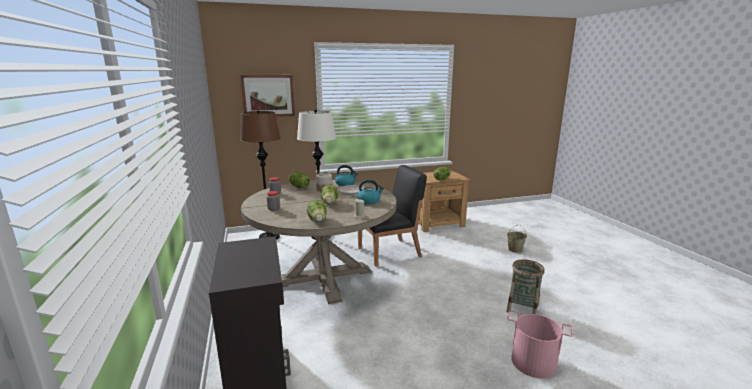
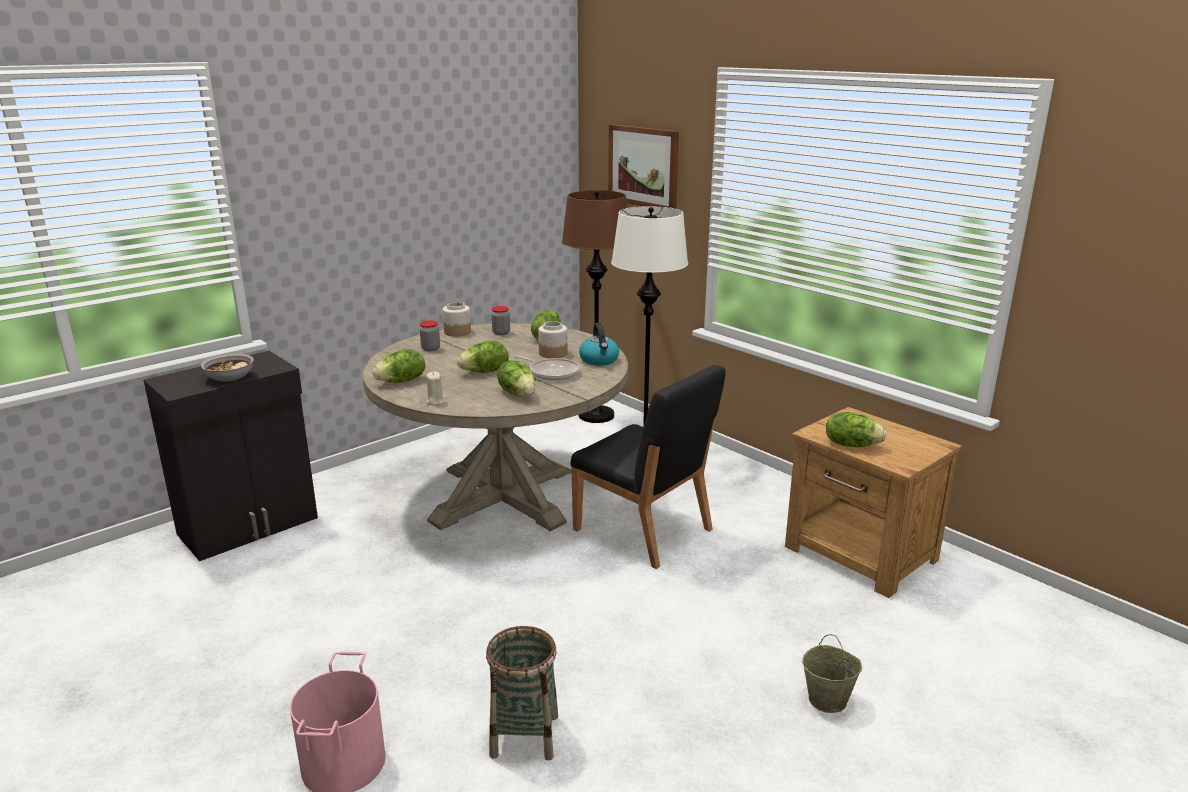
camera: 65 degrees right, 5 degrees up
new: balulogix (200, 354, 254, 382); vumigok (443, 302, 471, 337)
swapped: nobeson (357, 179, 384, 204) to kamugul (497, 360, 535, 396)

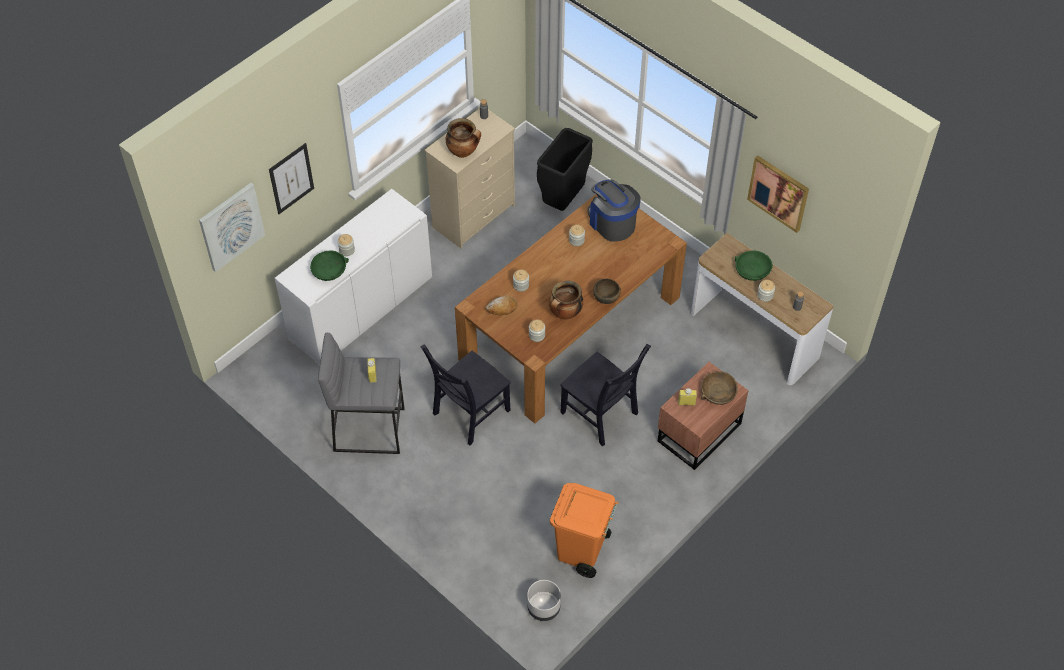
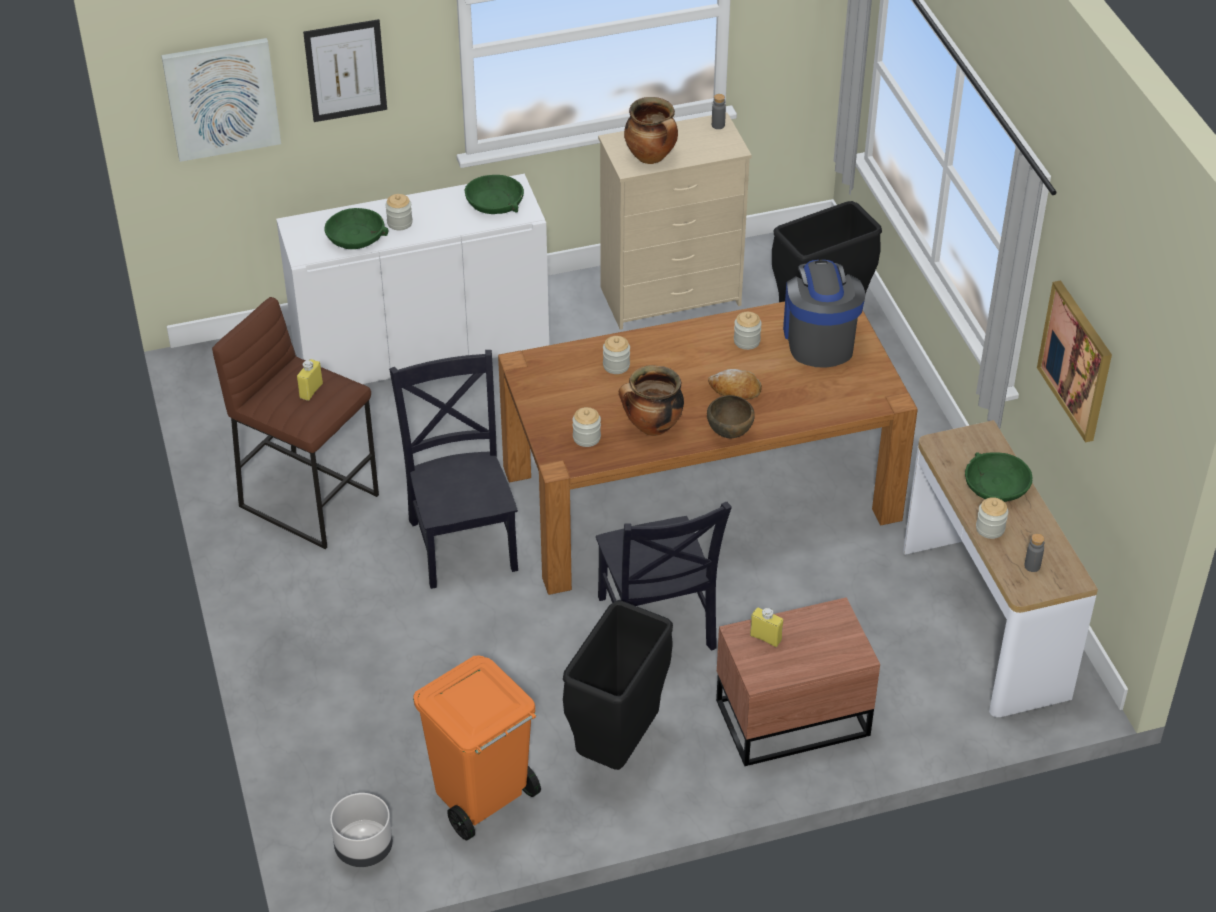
camera: 30 degrees right, 10 degrees down
gone: balulogix (brown) (701, 371, 738, 405)
new: balulogix (green) (465, 175, 524, 214); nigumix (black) (563, 601, 673, 770)
shifted: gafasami (485, 296, 517, 315) to (708, 369, 762, 400)
repainted: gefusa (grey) (318, 333, 405, 454) to gefusa (brown) (212, 297, 379, 549)
rotated: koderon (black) (420, 344, 511, 446) = (389, 350, 518, 589) 90 degrees clockwise

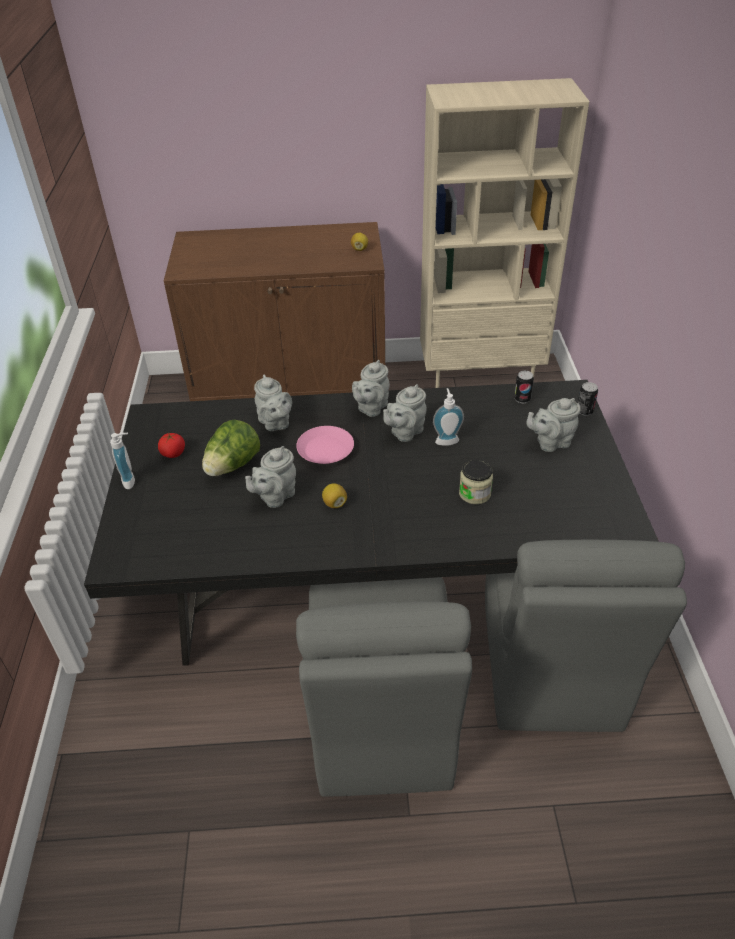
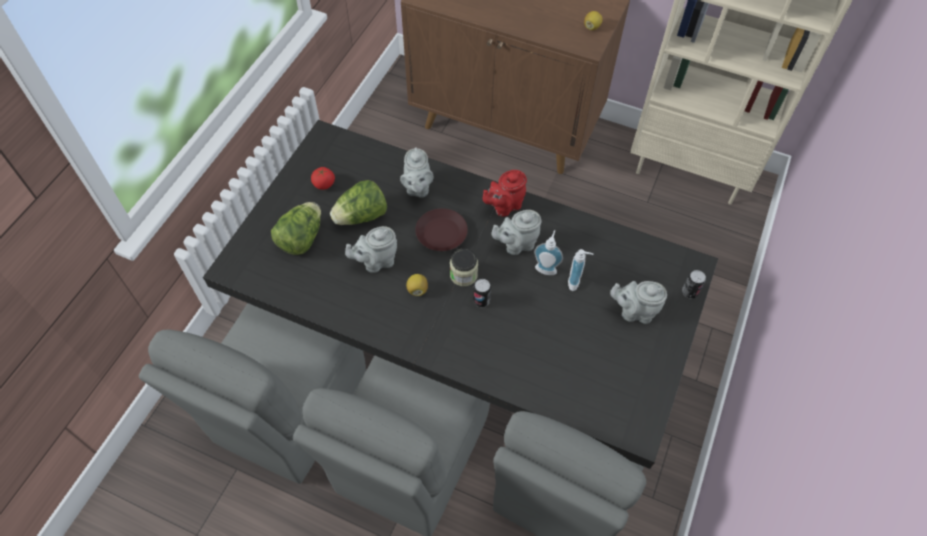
camera: 25 degrees right, 15 degrees up
new: koderon (grey) (139, 303, 366, 484); kamugul (271, 202, 321, 255)
shifted: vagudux (110, 433, 135, 489) to (568, 249, 593, 291); vumigok (459, 460, 493, 504) to (450, 248, 478, 286); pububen (514, 371, 534, 403) to (473, 279, 491, 307)
repainted: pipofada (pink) (296, 426, 354, 464) to pipofada (brown) (415, 208, 468, 251); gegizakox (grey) (352, 360, 390, 417) to gegizakox (red) (483, 170, 527, 217)

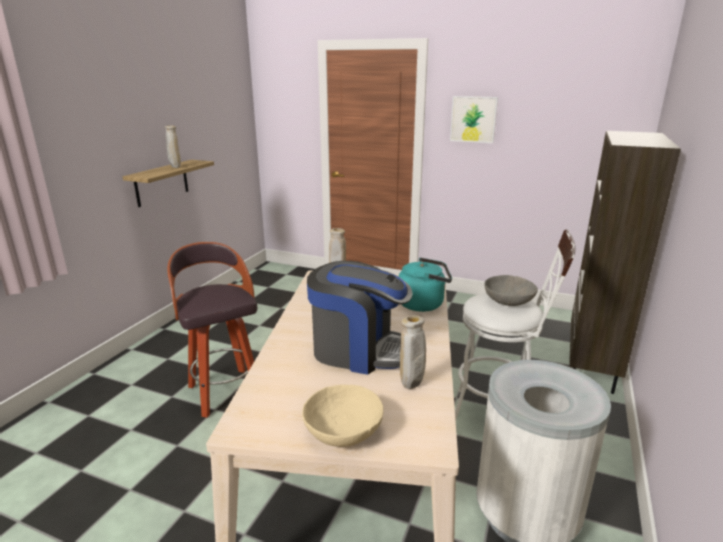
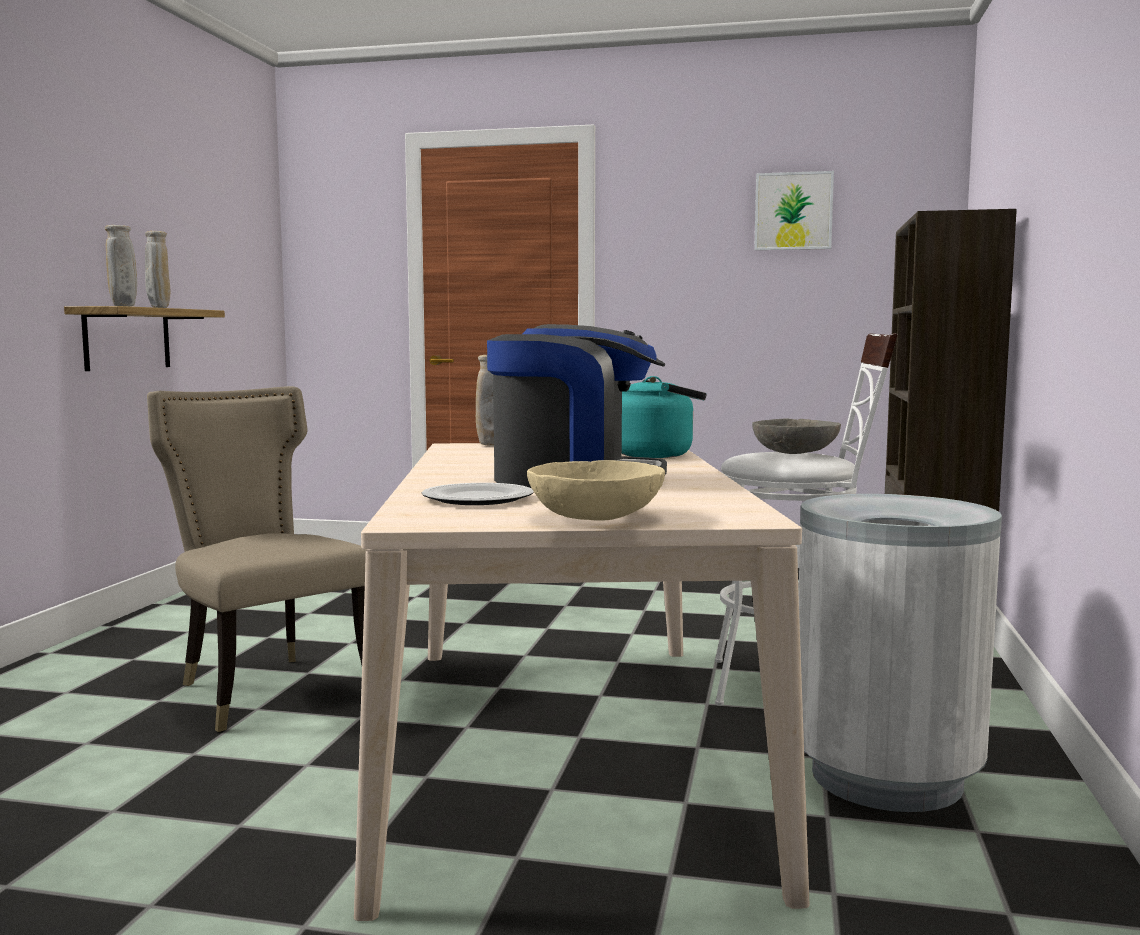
camera: 10 degrees left, 15 degrees down
new: pipofada (422, 483, 534, 505)
shifted: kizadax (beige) (400, 315, 426, 389) to (105, 225, 137, 306); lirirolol (450, 96, 498, 143) to (754, 171, 834, 250)
swapped: gefusa (167, 242, 257, 418) to koderon (beige) (147, 386, 367, 732)

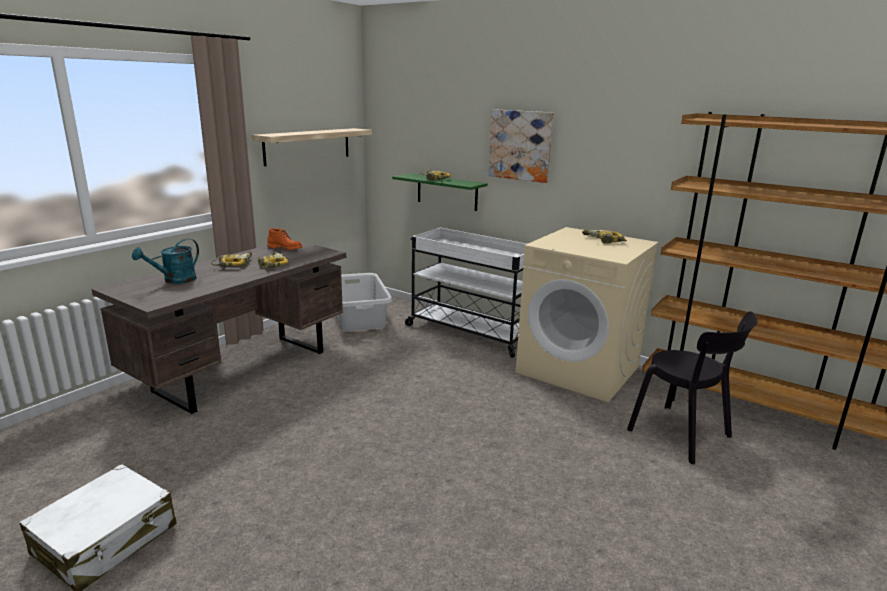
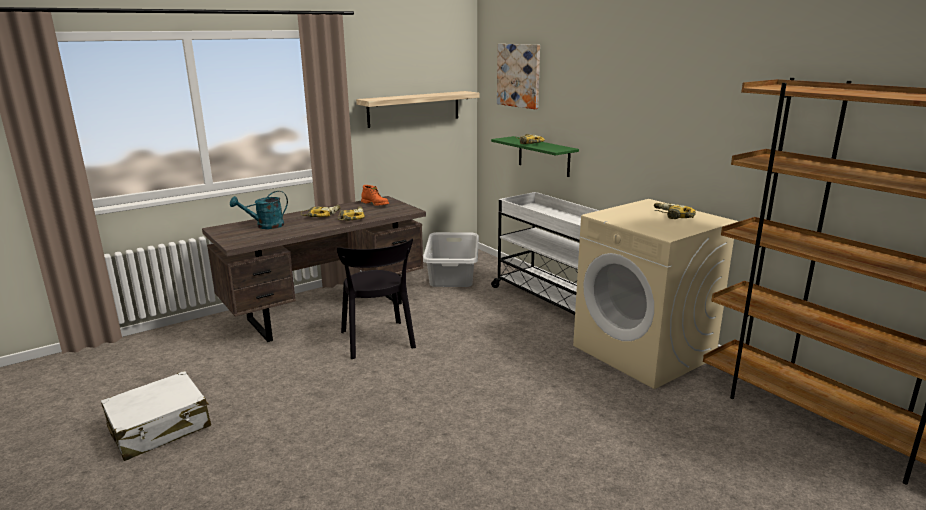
camera: 20 degrees right, 0 degrees up
shifted: lirirolol (488, 109, 554, 183) to (497, 44, 540, 109); koderon (black) (627, 311, 758, 464) to (337, 239, 416, 359)

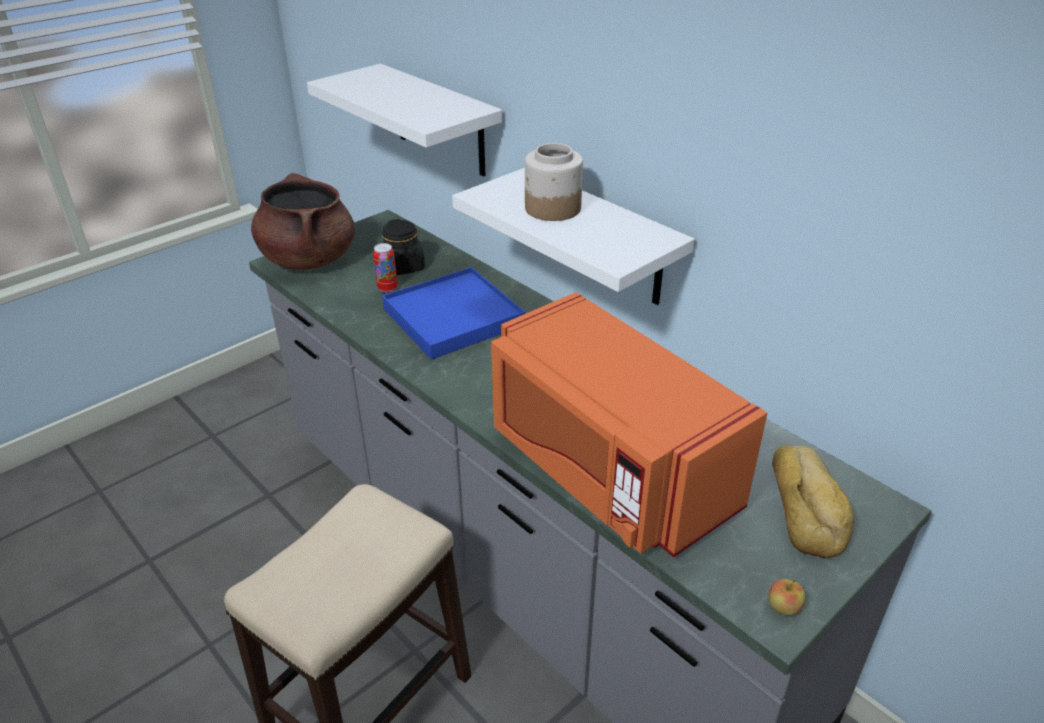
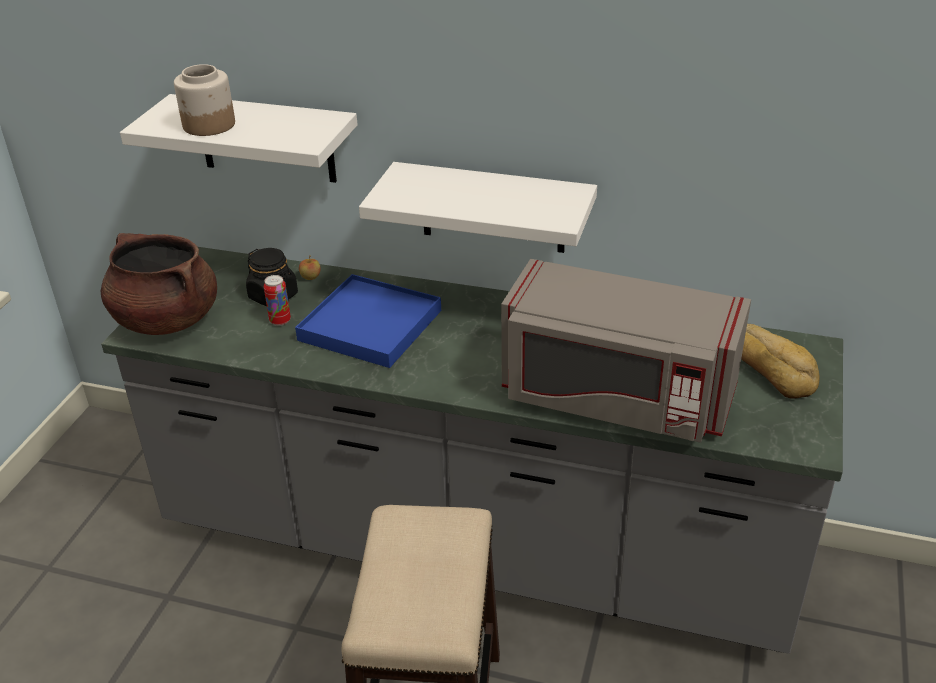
camera: 30 degrees left, 0 degrees up
shifted: vumigok (525, 143, 583, 221) to (174, 64, 235, 136); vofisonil (769, 579, 805, 616) to (299, 255, 321, 280)
repainted: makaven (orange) (491, 292, 767, 557) to makaven (grey) (501, 259, 751, 443)

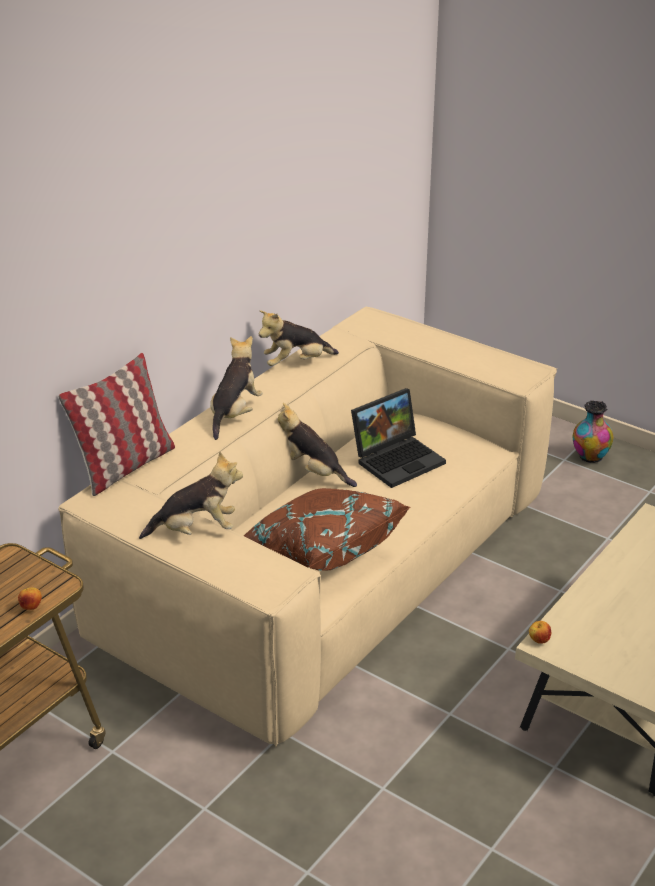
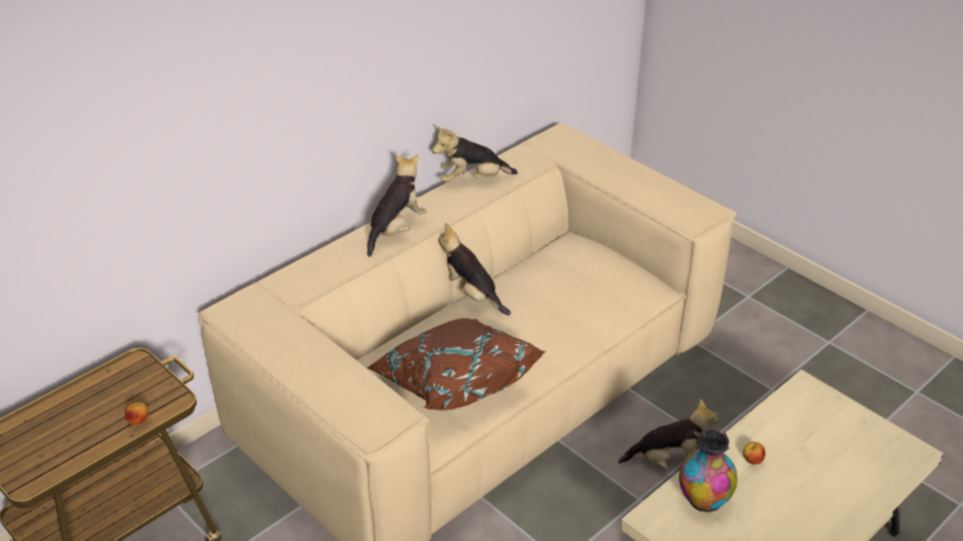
camera: 10 degrees right, 5 degrees up
gone: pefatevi (58, 353, 175, 496); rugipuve (351, 388, 446, 488)
shifted: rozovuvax (139, 451, 243, 539) to (618, 399, 718, 469); vofisonil (529, 621, 551, 644) to (743, 442, 765, 465); kizadax (573, 401, 613, 463) to (679, 429, 737, 512)

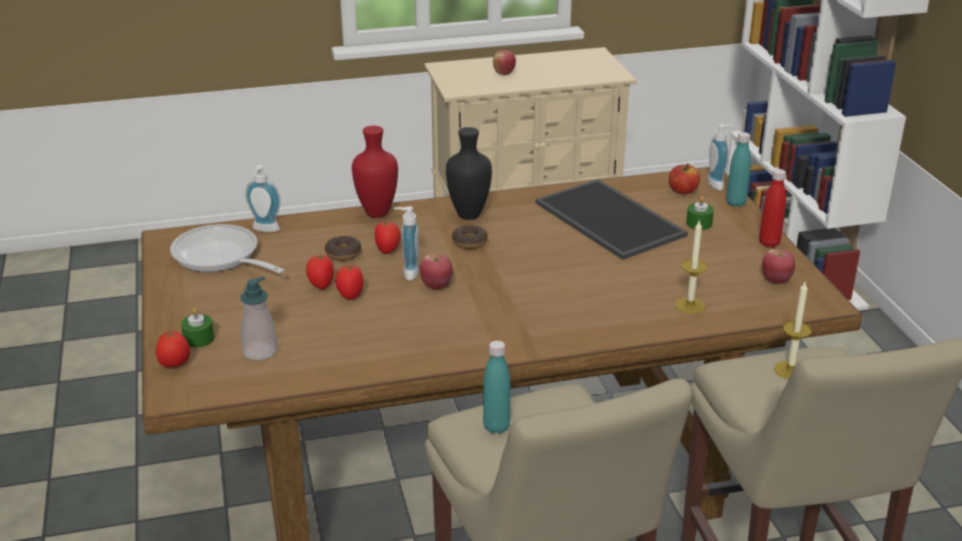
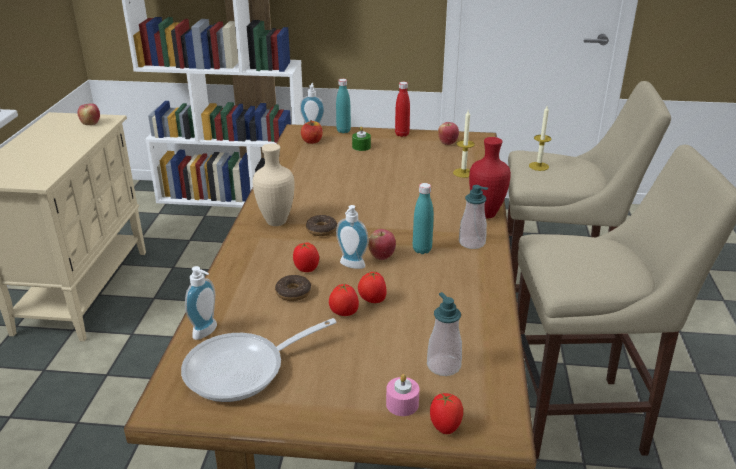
camera: 70 degrees left, 0 degrees up
gone: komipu (536, 179, 688, 260)
new: vagudux (459, 185, 488, 249)
shifted: kizadax (red) (352, 126, 398, 218) to (469, 137, 511, 219); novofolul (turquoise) (483, 340, 510, 434) to (413, 183, 434, 254); vofisonil (493, 50, 516, 75) to (78, 103, 100, 125)
repainted: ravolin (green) (181, 308, 214, 348) to ravolin (pink) (386, 374, 419, 416); kizadax (black) (446, 127, 492, 220) to kizadax (beige) (253, 143, 294, 226)

